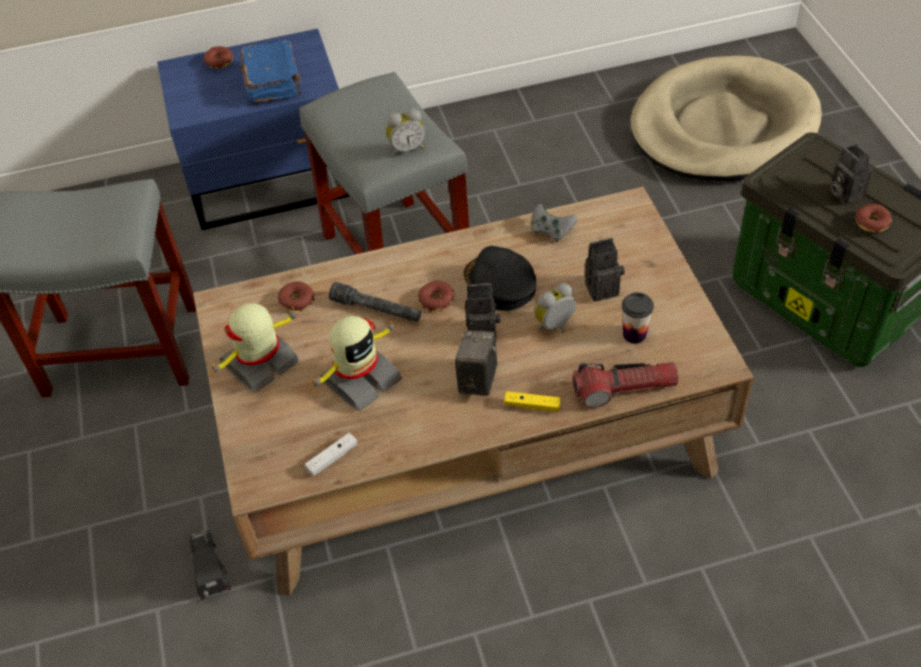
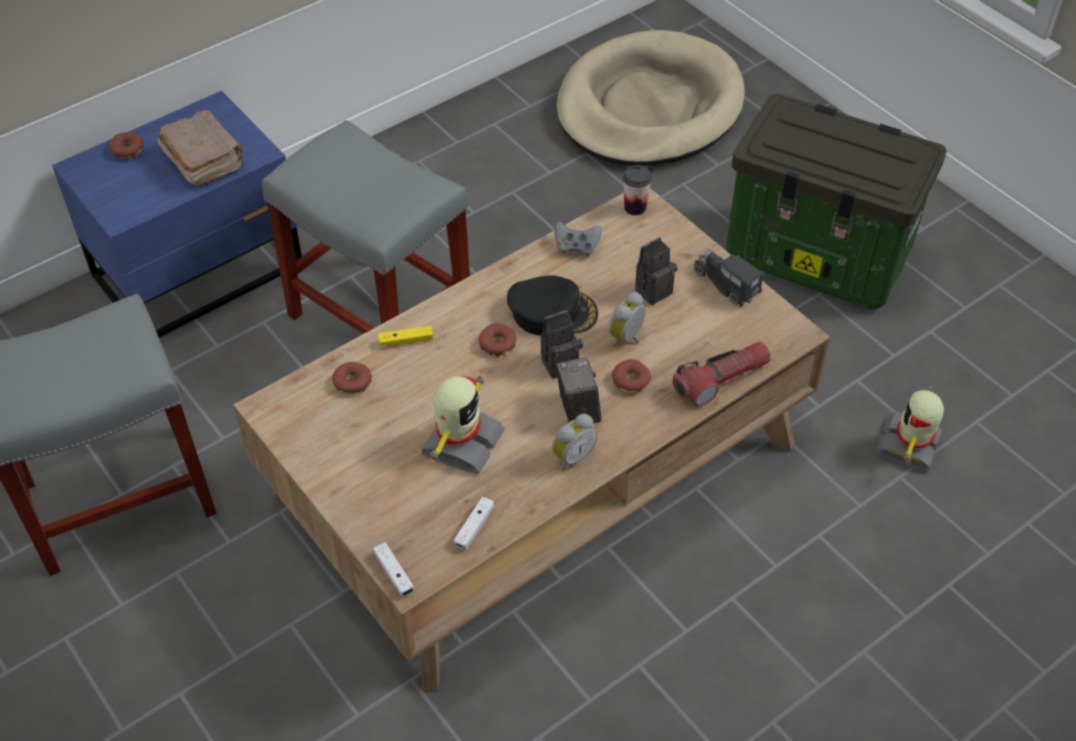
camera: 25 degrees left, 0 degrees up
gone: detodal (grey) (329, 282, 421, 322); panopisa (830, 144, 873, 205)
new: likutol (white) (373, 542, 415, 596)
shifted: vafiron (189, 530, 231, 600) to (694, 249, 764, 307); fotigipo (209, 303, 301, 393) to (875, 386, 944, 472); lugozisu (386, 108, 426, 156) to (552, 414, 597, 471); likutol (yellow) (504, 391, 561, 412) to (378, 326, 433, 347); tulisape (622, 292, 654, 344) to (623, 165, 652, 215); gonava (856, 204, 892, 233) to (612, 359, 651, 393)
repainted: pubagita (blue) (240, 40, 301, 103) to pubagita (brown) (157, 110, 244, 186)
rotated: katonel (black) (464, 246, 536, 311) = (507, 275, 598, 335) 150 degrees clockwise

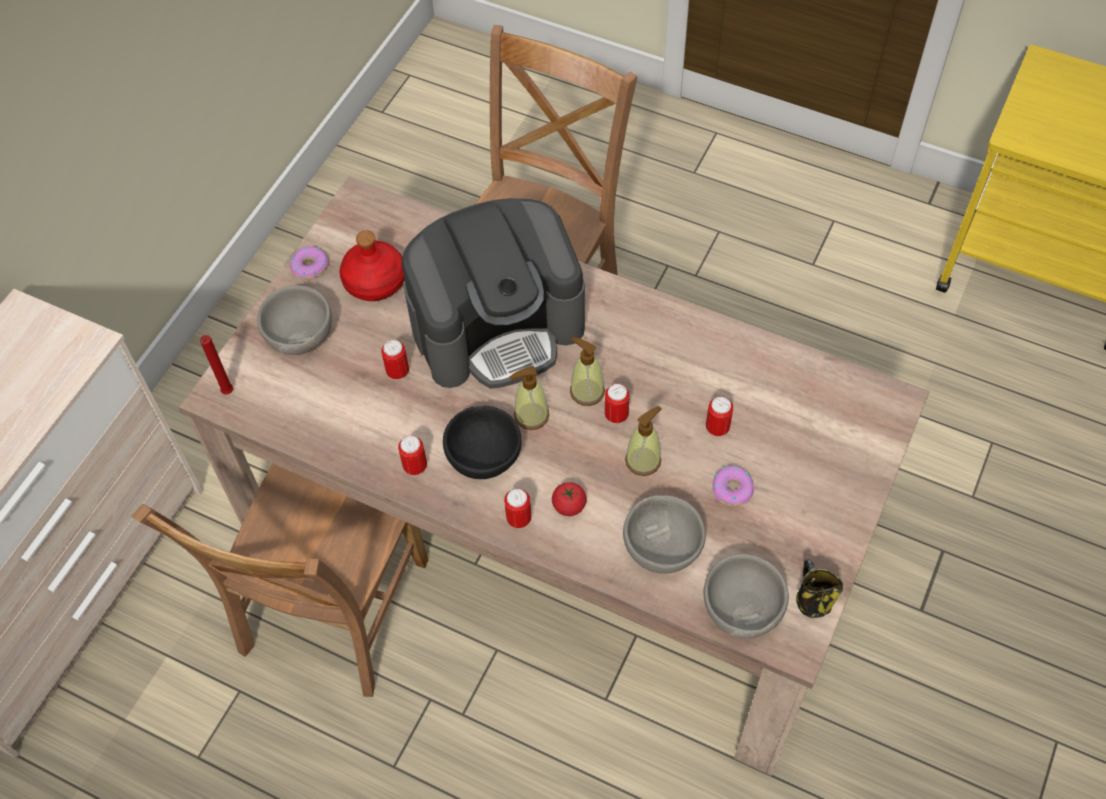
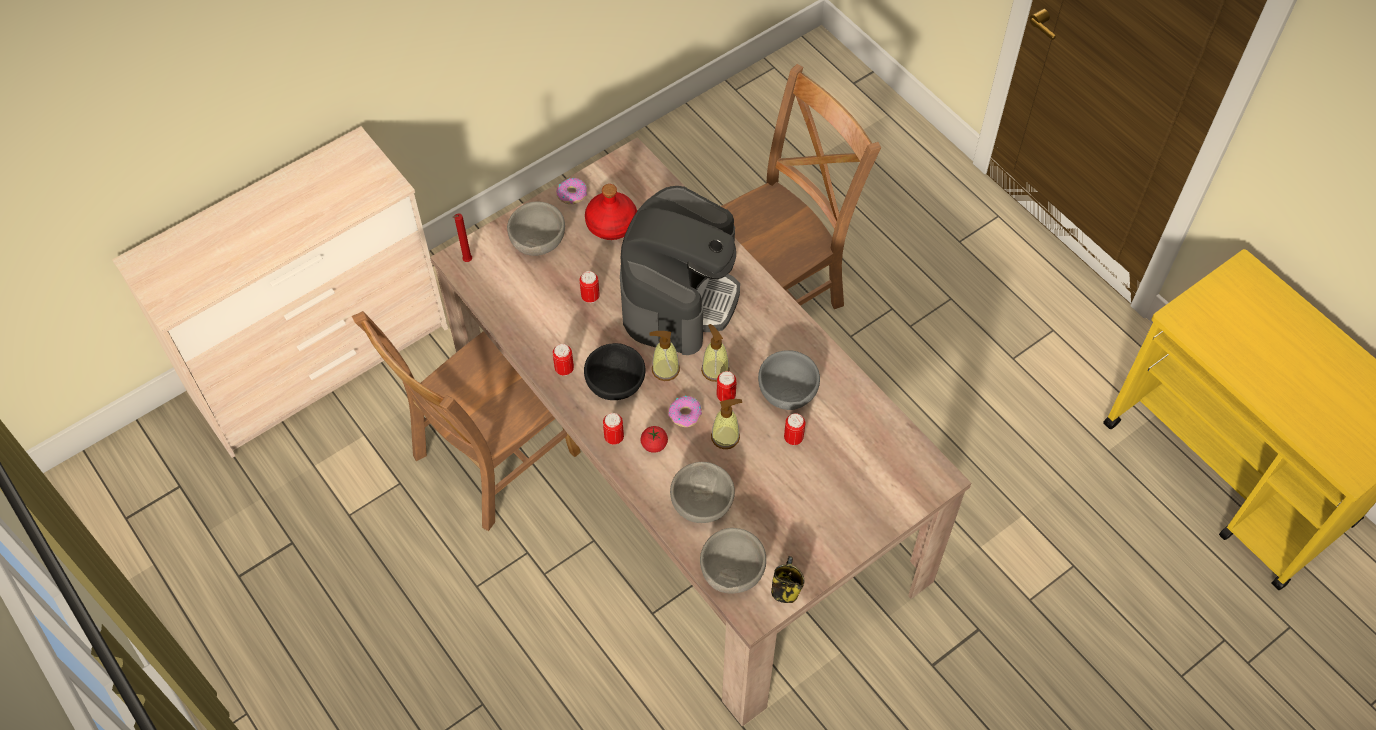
camera: 25 degrees right, 0 degrees up
new: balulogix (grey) (758, 350, 820, 410)
shifted: gonava (712, 466, 754, 506) to (669, 396, 702, 427)
rotated: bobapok (401, 198, 585, 389) = (620, 186, 740, 355) 75 degrees counterclockwise

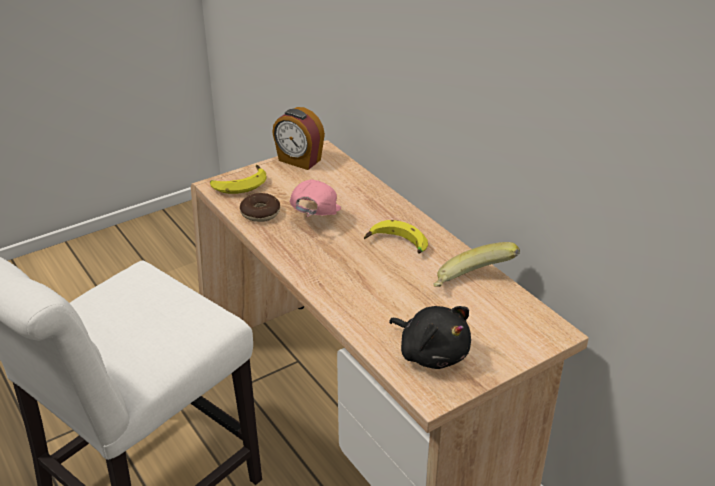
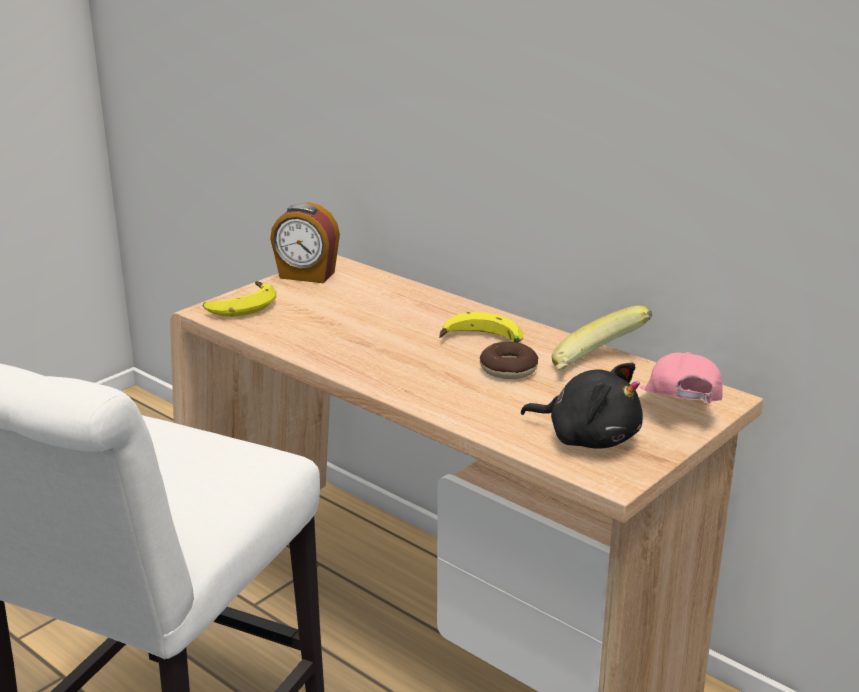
camera: 15 degrees left, 10 degrees down
shifted: gonava (240, 193, 280, 222) to (480, 342, 538, 379); katonel (pink) (289, 180, 341, 217) to (640, 352, 723, 403)

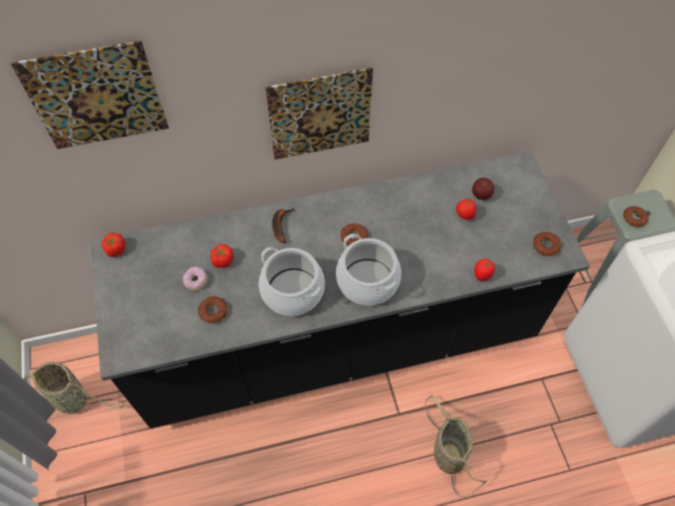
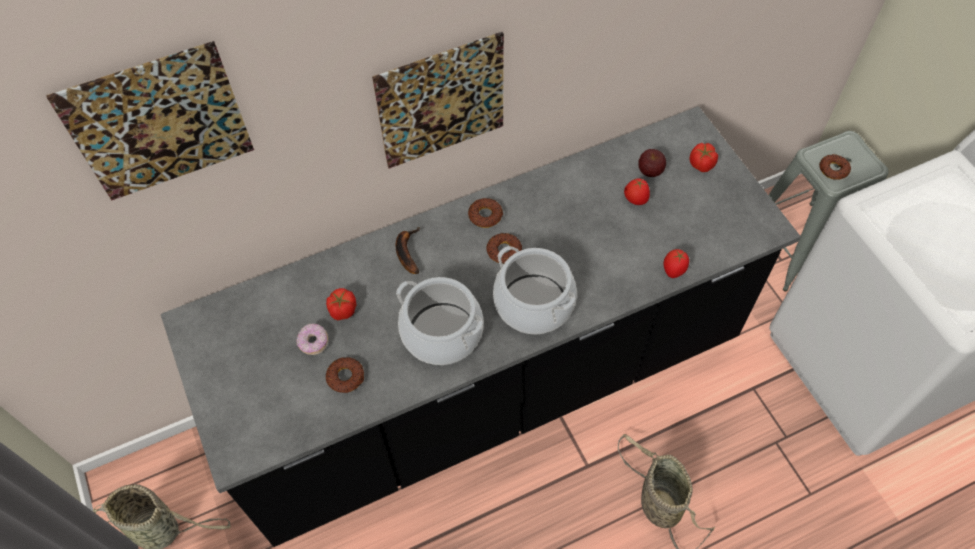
camera: 10 degrees left, 0 degrees up
shifted: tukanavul (101, 233, 126, 257) to (690, 143, 718, 172); gonava (533, 232, 561, 256) to (468, 198, 504, 228)

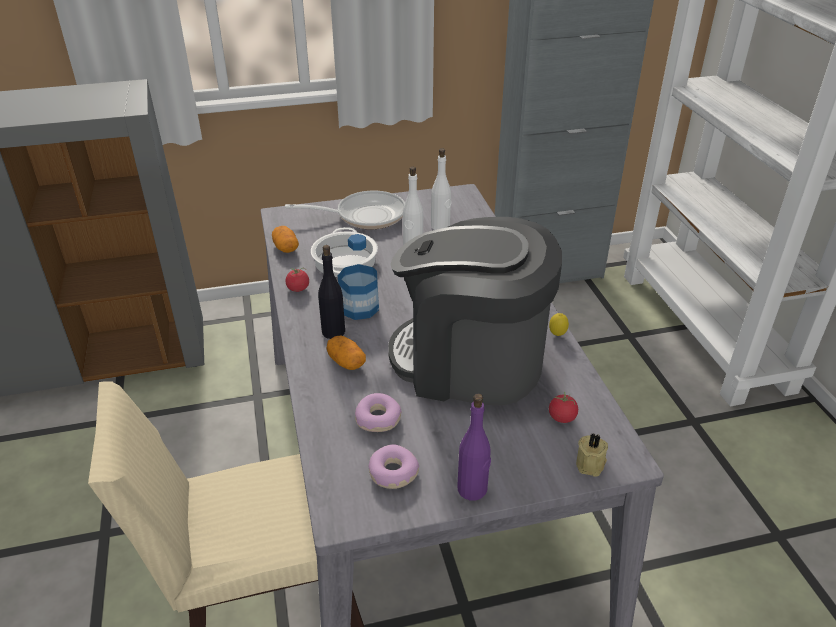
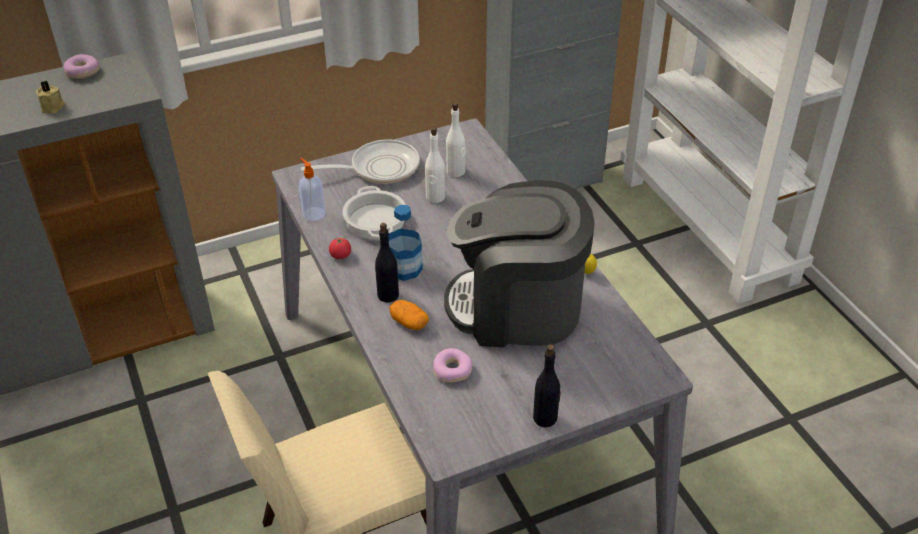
camera: 10 degrees left, 5 degrees up
gone: tukanavul (549, 392, 578, 423)
shifted: gonava (368, 444, 419, 489) to (64, 54, 100, 79); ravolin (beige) (576, 434, 608, 477) to (36, 80, 65, 114)
swapped: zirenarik (272, 226, 299, 253) to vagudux (299, 158, 325, 221)
repainted: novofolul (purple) (457, 394, 491, 501) to novofolul (black) (533, 344, 561, 427)

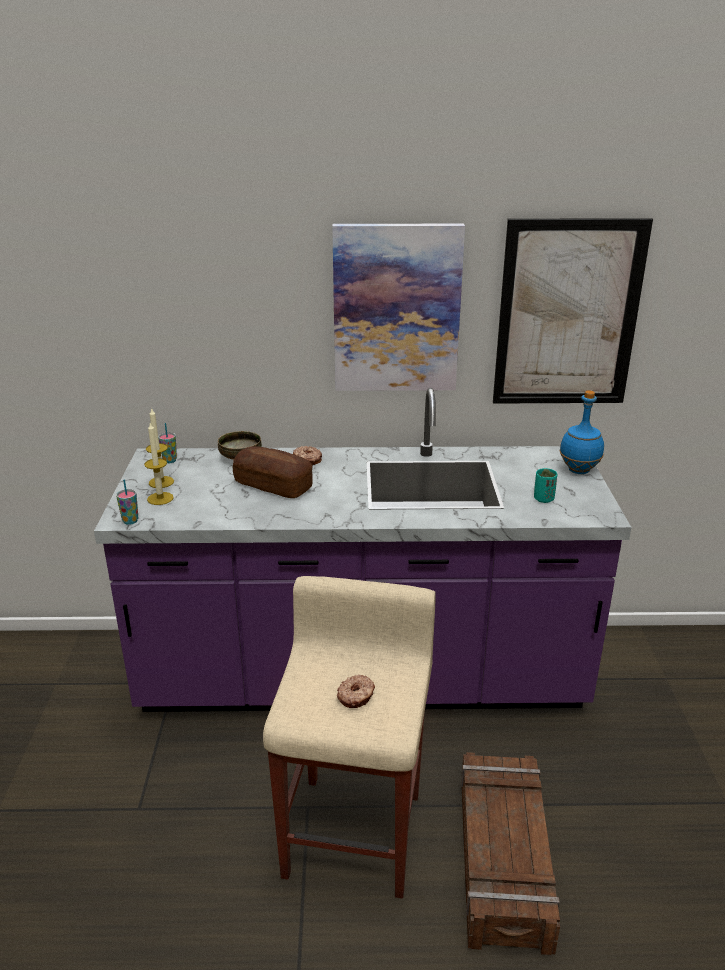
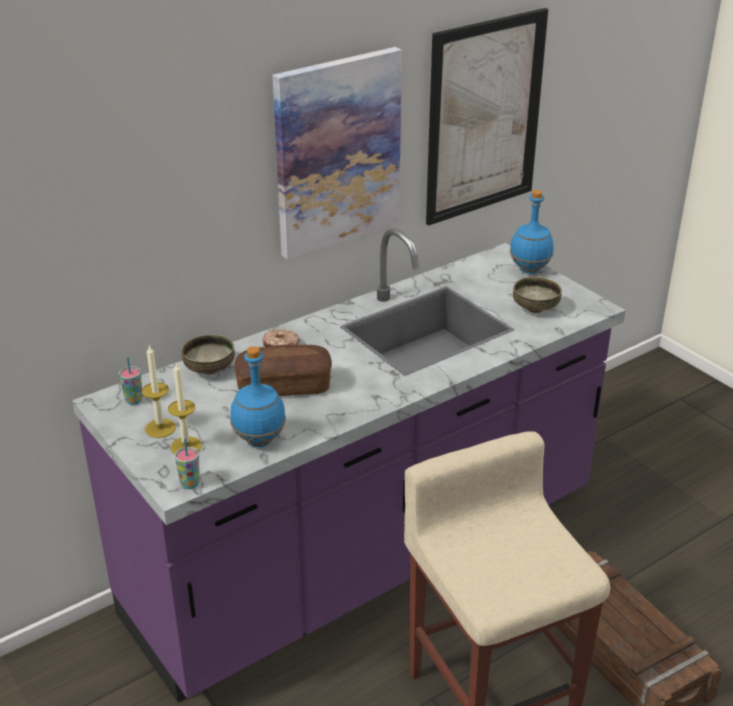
camera: 35 degrees left, 5 degrees up
gone: gonava (337, 675, 375, 708)
new: novofolul (blue) (230, 346, 286, 447)
swapped: tulisape (turquoise) (534, 468, 557, 503) to balulogix (513, 277, 562, 313)

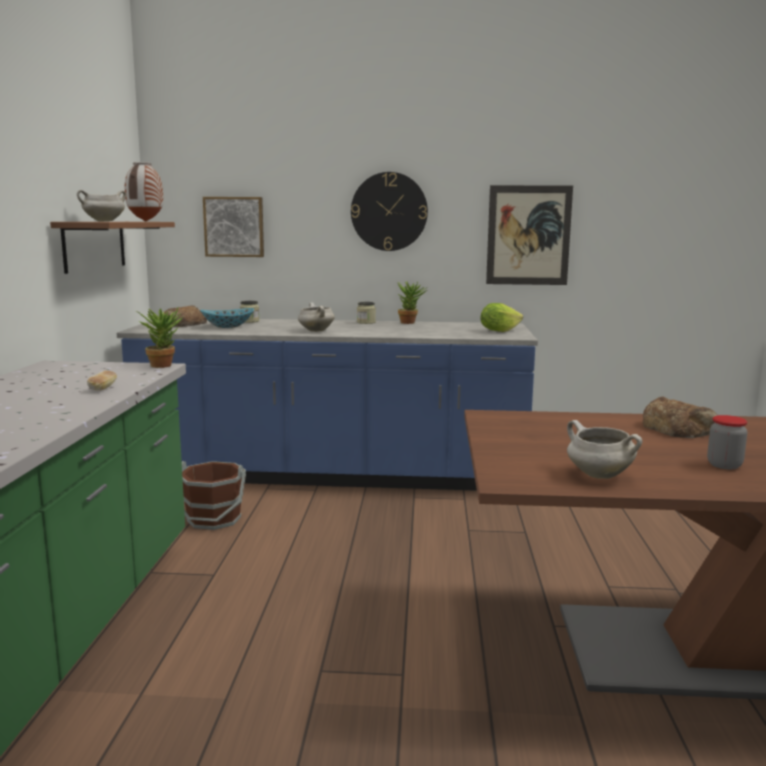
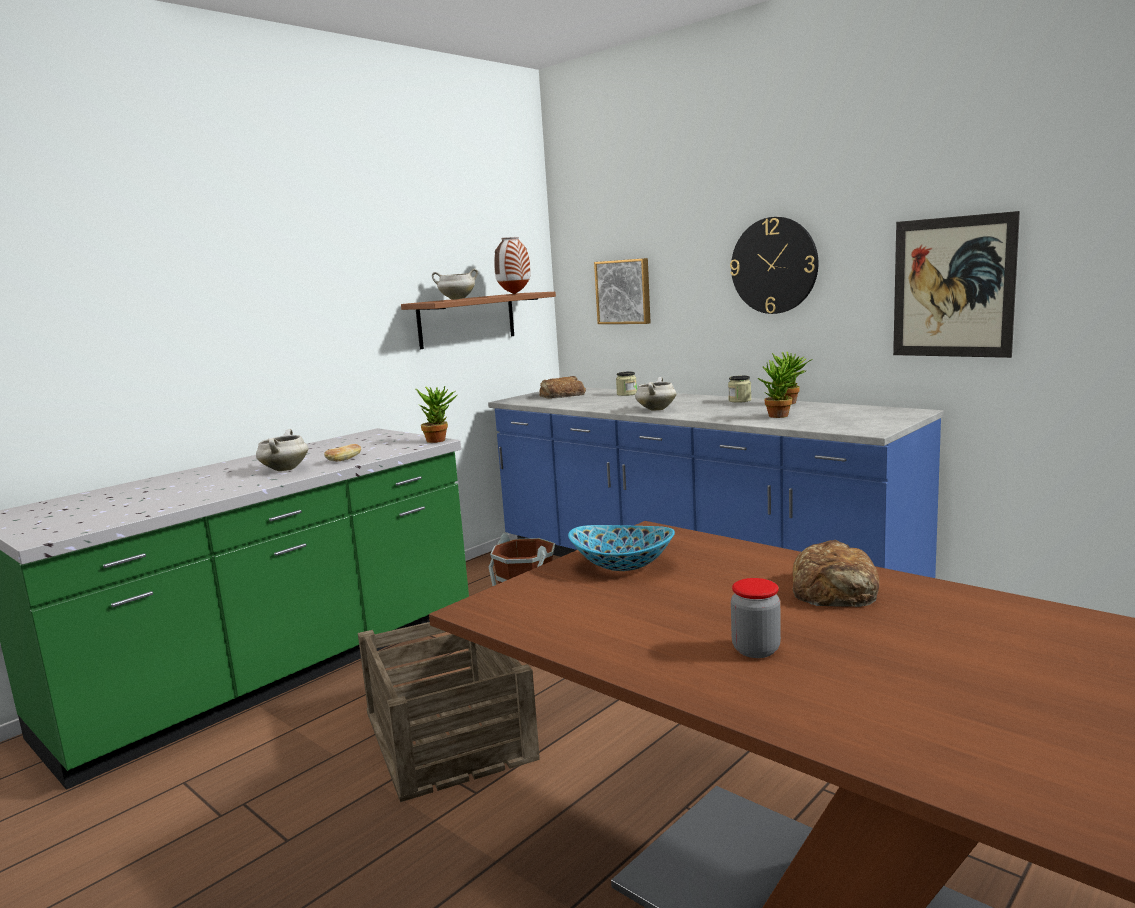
camera: 40 degrees right, 0 degrees up
gone: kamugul (480, 303, 523, 332)
new: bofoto (358, 622, 540, 802); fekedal (758, 360, 805, 418)
shifted: balulogix (200, 308, 254, 328) to (568, 525, 675, 571); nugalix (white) (567, 420, 642, 479) to (256, 429, 308, 471)

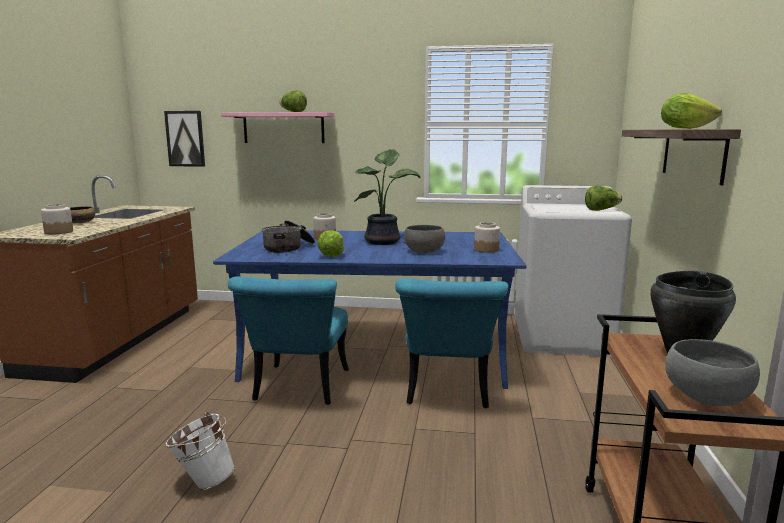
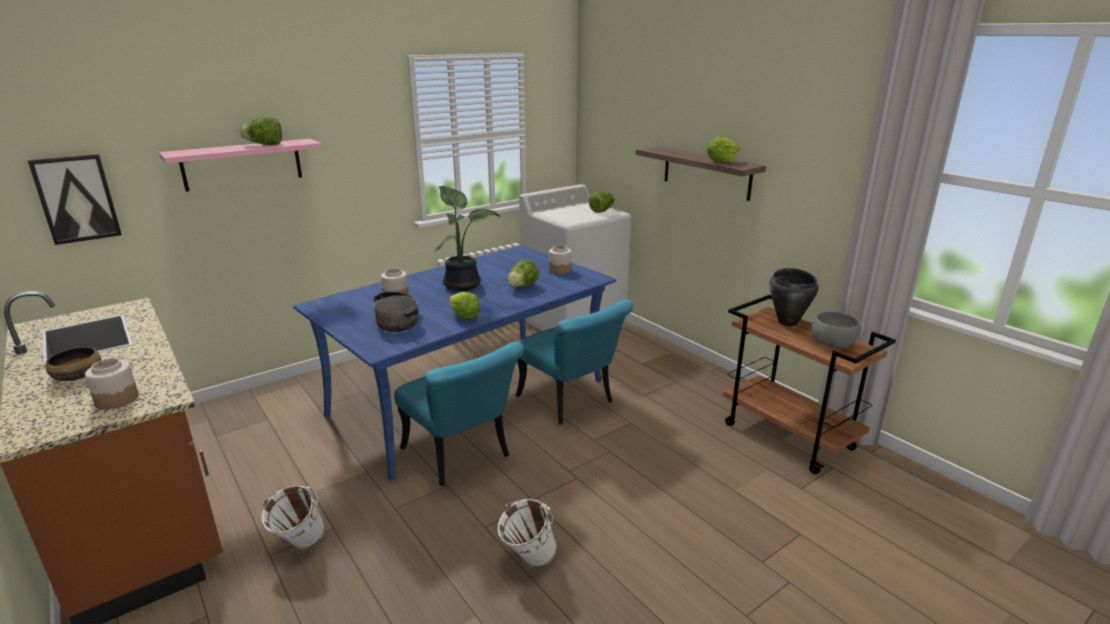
camera: 45 degrees left, 10 degrees up
new: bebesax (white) (262, 485, 325, 549)
swapped: balulogix (grey) (404, 225, 445, 253) to kamugul (507, 260, 539, 287)

